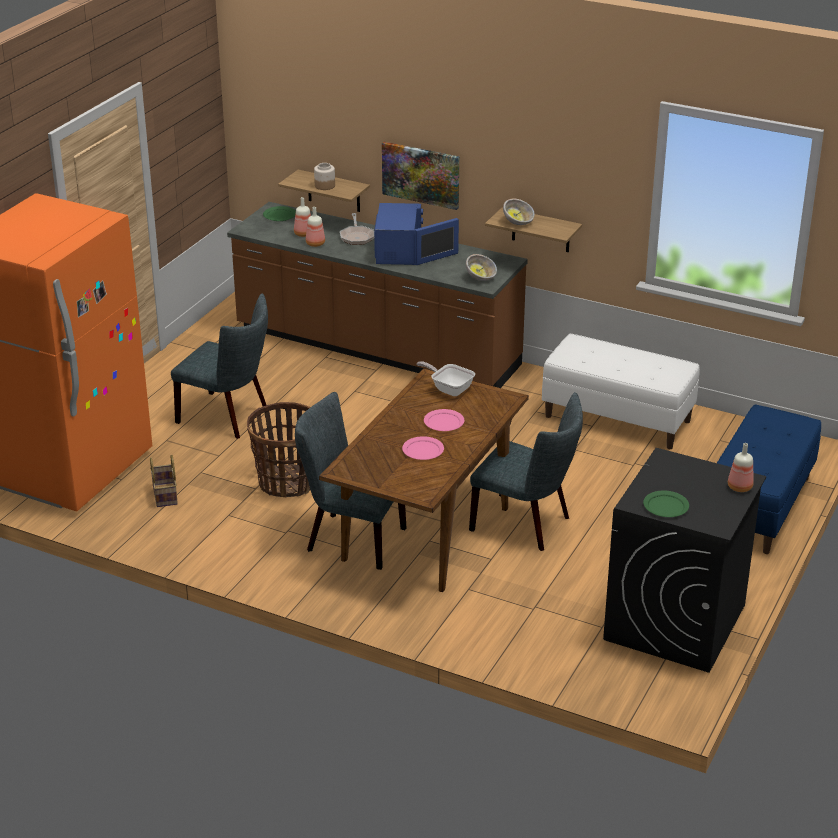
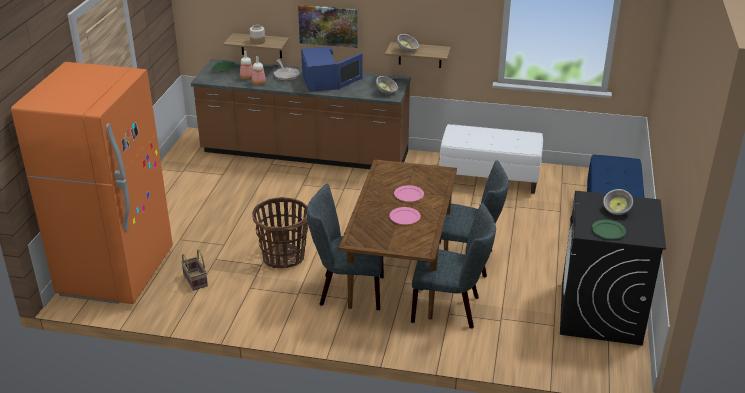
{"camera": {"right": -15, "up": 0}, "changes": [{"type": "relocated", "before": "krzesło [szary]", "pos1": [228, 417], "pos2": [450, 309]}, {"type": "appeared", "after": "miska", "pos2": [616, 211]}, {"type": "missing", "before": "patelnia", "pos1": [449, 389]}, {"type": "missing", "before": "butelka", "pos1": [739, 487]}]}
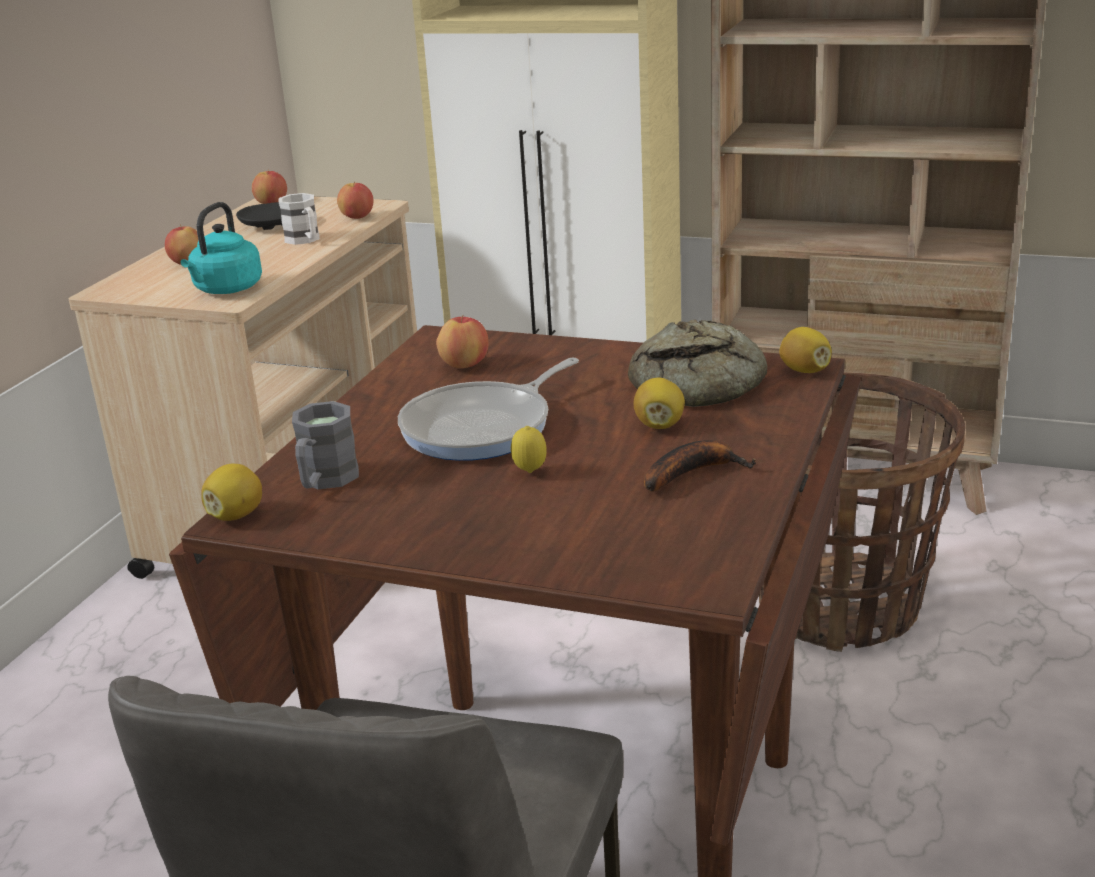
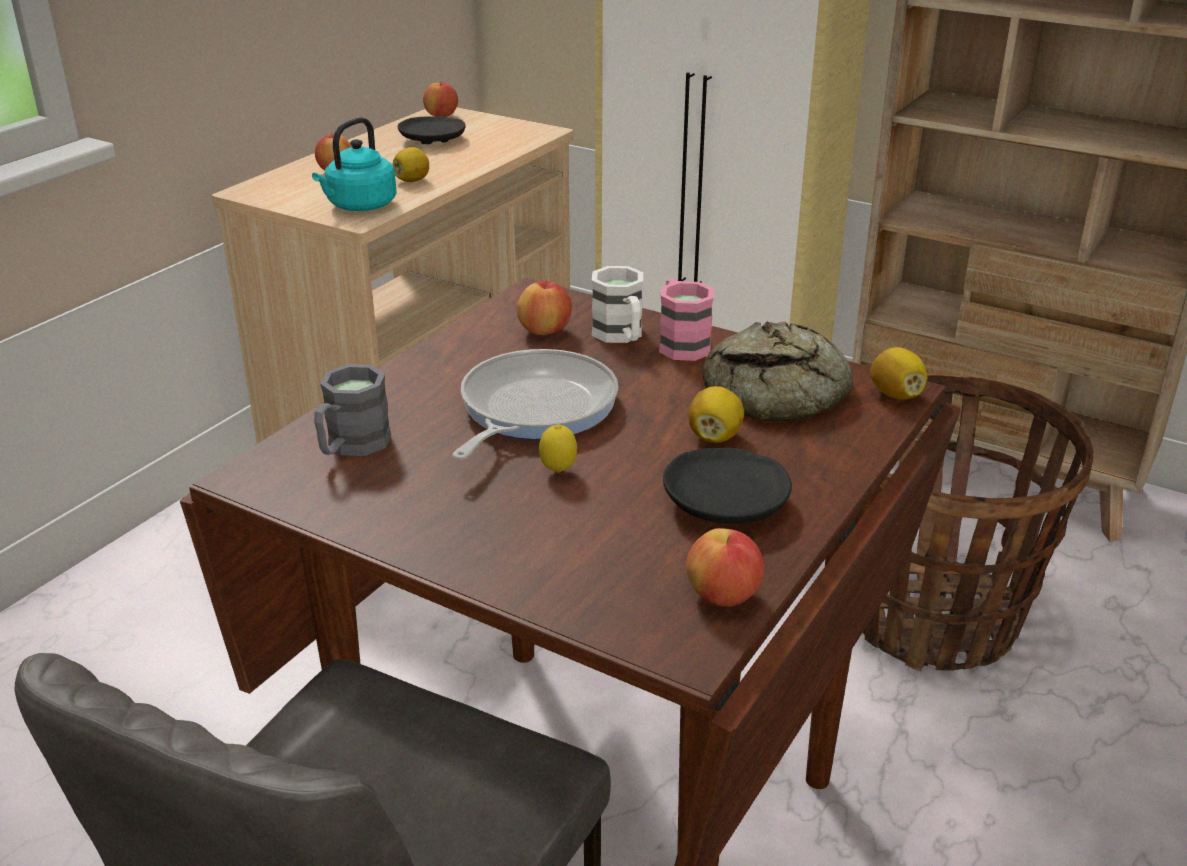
{"camera": {"right": 10, "up": 5}, "changes": [{"type": "relocated", "before": "cytryna", "pos1": [236, 515], "pos2": [412, 180]}, {"type": "spun", "before": "patelnia", "pos1": [483, 427], "pos2": [533, 409], "turn": 150}, {"type": "relocated", "before": "kubek [biały]", "pos1": [305, 240], "pos2": [621, 336]}, {"type": "appeared", "after": "kubek [różowy]", "pos2": [680, 342]}, {"type": "exchanged", "before": "banan", "after": "talerz [czarny]", "pos1": [692, 473], "pos2": [726, 502]}, {"type": "relocated", "before": "jabłko", "pos1": [357, 217], "pos2": [723, 596]}]}
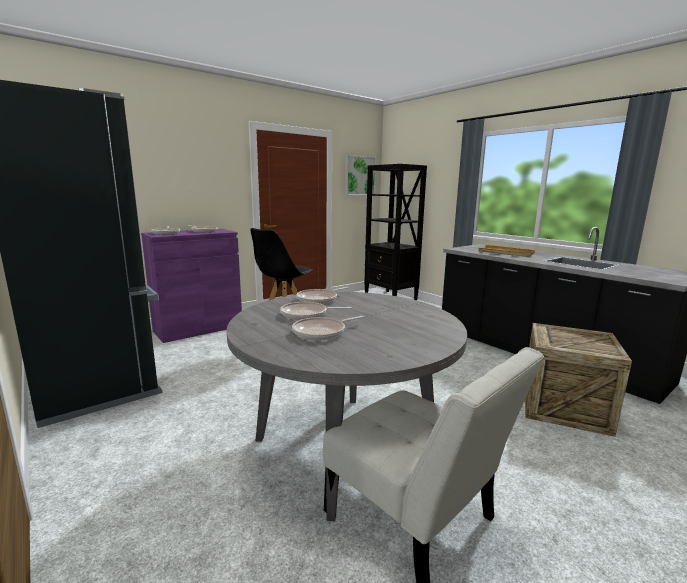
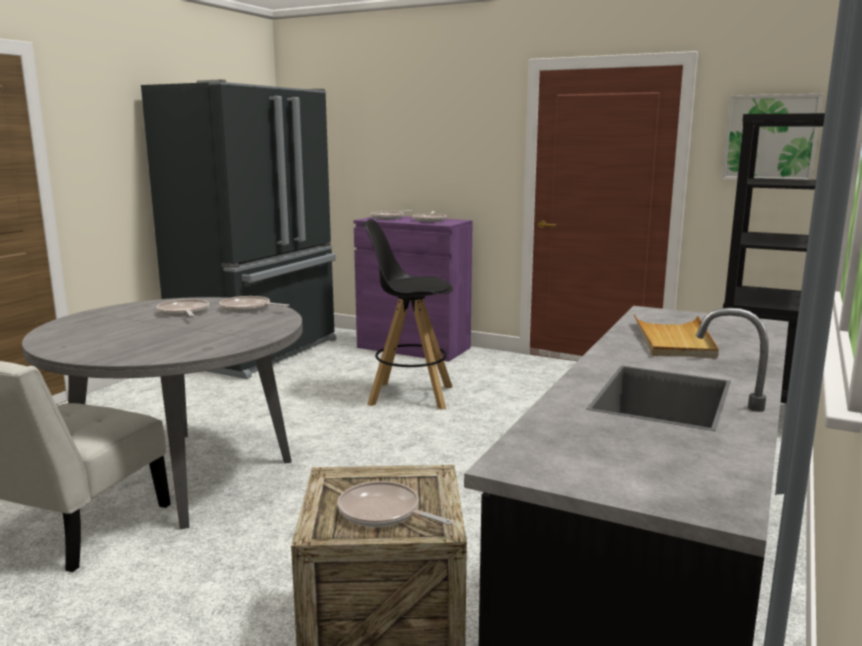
{"camera": {"right": 65, "up": 0}, "changes": [{"type": "relocated", "before": "patelnia", "pos1": [322, 332], "pos2": [383, 513]}]}
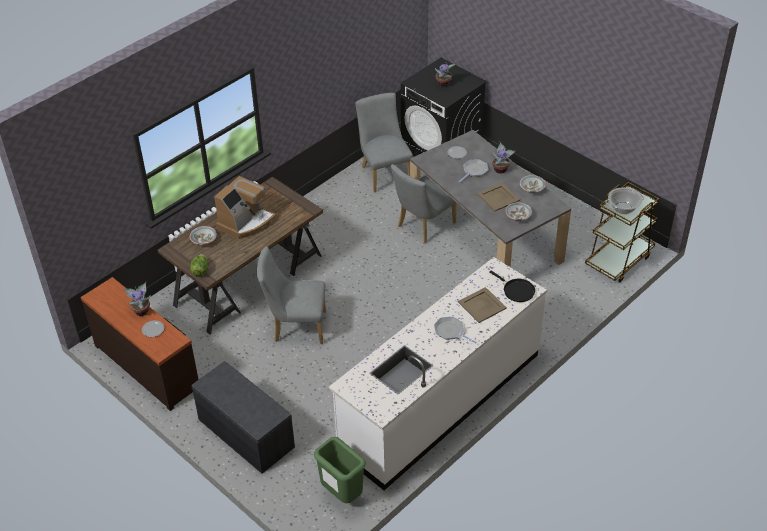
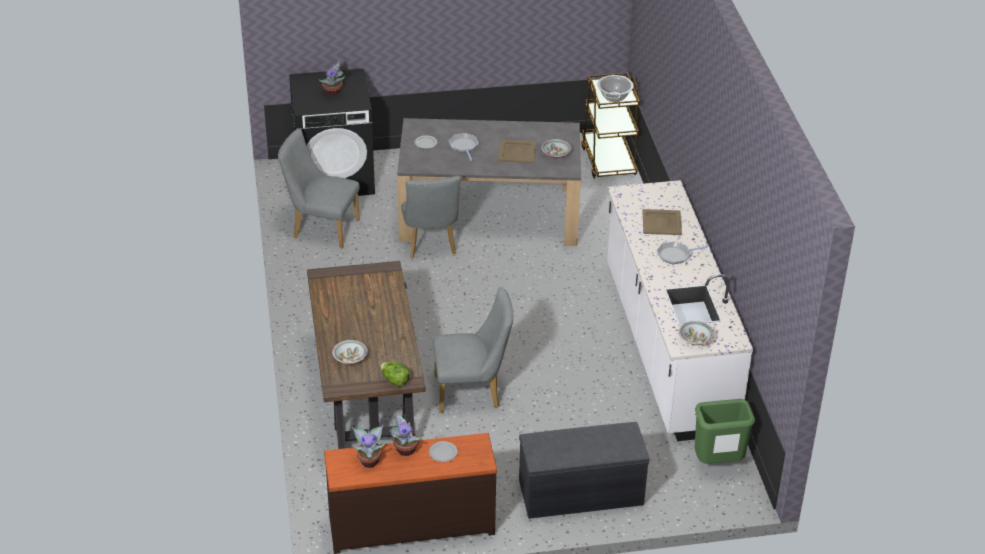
{"camera": {"right": -55, "up": -5}, "changes": [{"type": "relocated", "before": "roślina doniczkowa", "pos1": [501, 169], "pos2": [369, 460]}, {"type": "spun", "before": "krzesło [szary]", "pos1": [295, 327], "pos2": [472, 392], "turn": -135}, {"type": "relocated", "before": "miska", "pos1": [532, 189], "pos2": [695, 339]}, {"type": "missing", "before": "ekspres do kawy", "pos1": [246, 222]}, {"type": "missing", "before": "patelnia [czarny]", "pos1": [516, 290]}]}
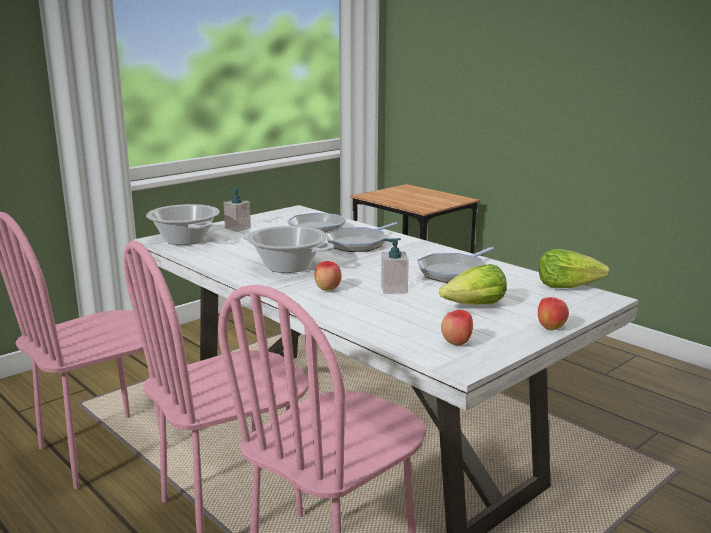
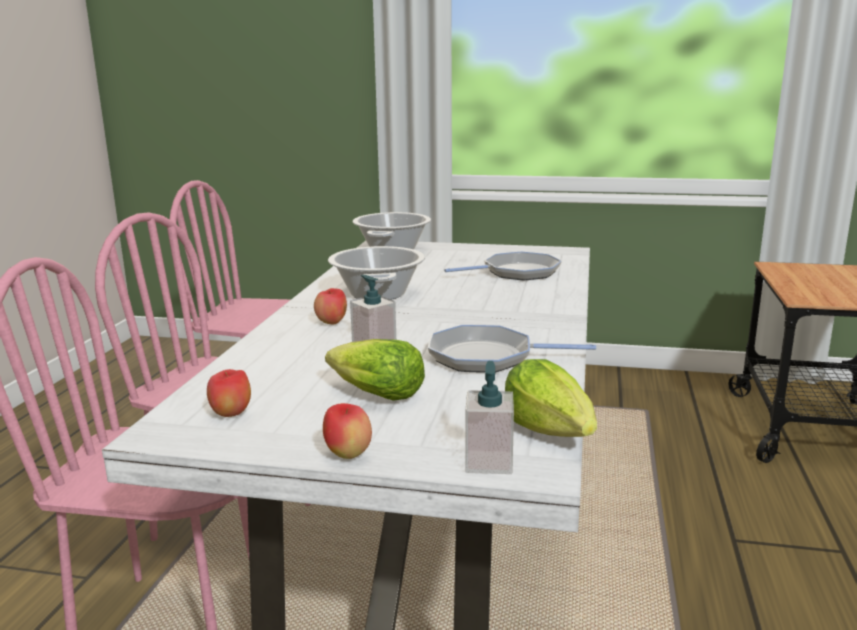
{"camera": {"right": 55, "up": 0}, "changes": [{"type": "relocated", "before": "dozownik mydła", "pos1": [237, 228], "pos2": [489, 462]}, {"type": "missing", "before": "patelnia", "pos1": [359, 243]}]}
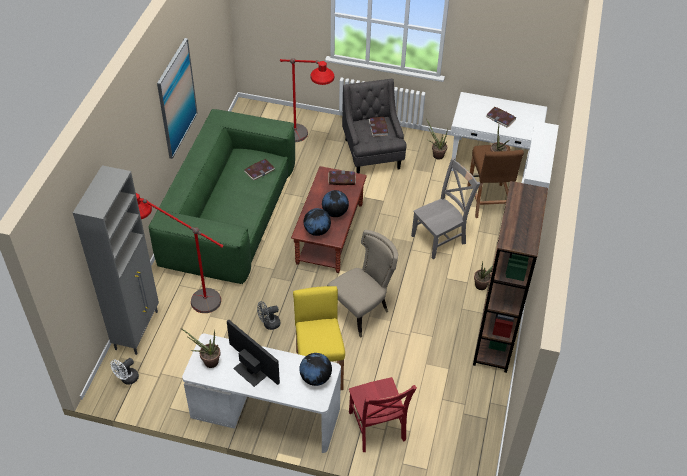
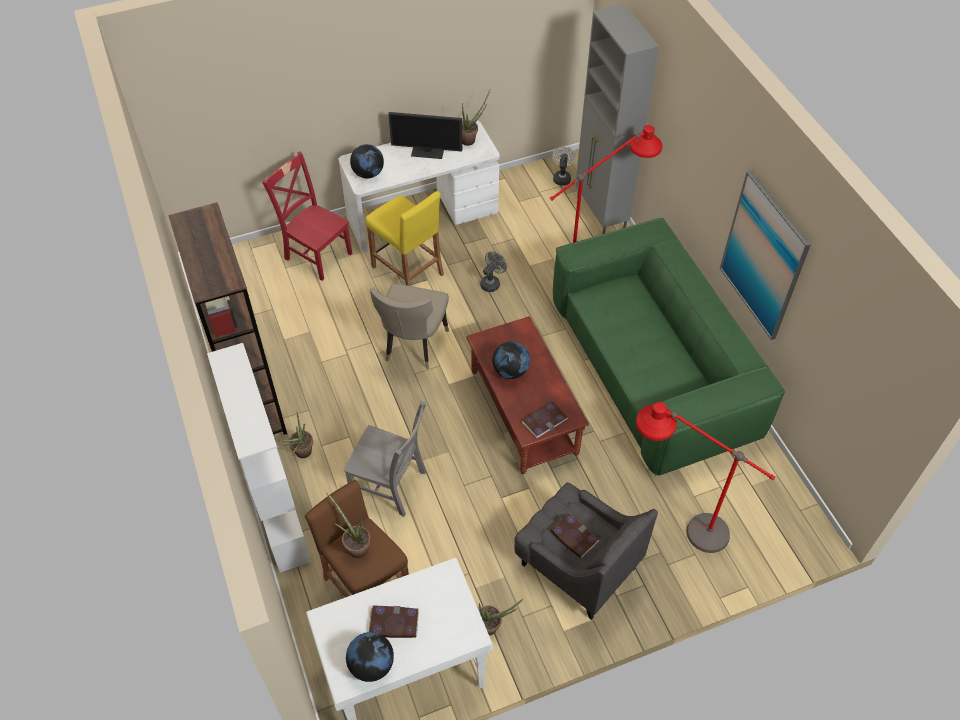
{"camera": {"right": 145, "up": 5}, "changes": [{"type": "spun", "before": "krzesło [szary]", "pos1": [440, 238], "pos2": [391, 485], "turn": -90}, {"type": "relocated", "before": "globus", "pos1": [317, 231], "pos2": [372, 665]}, {"type": "missing", "before": "książka", "pos1": [259, 170]}]}
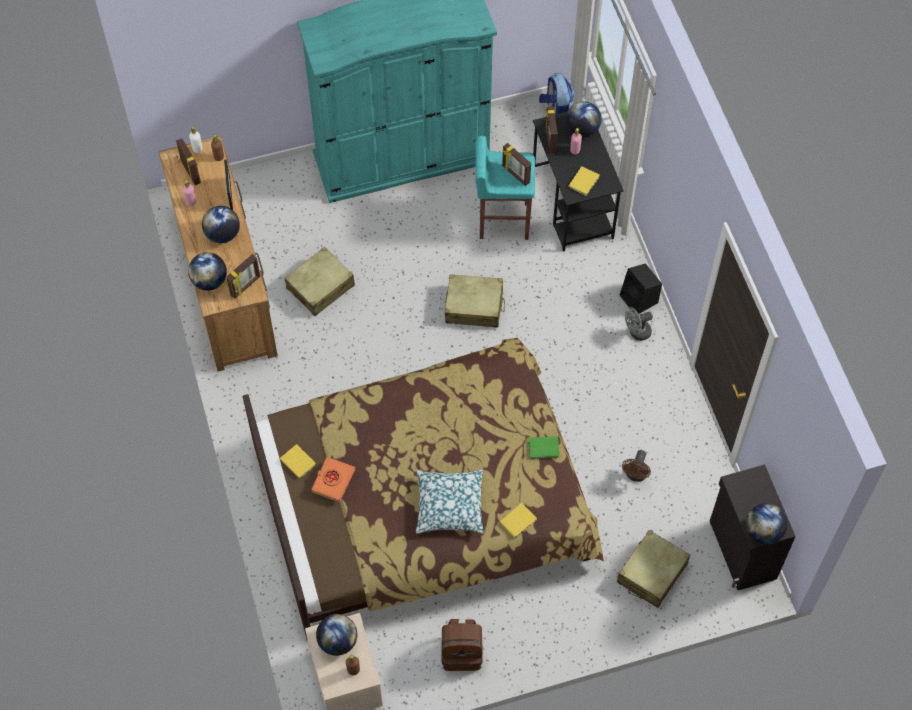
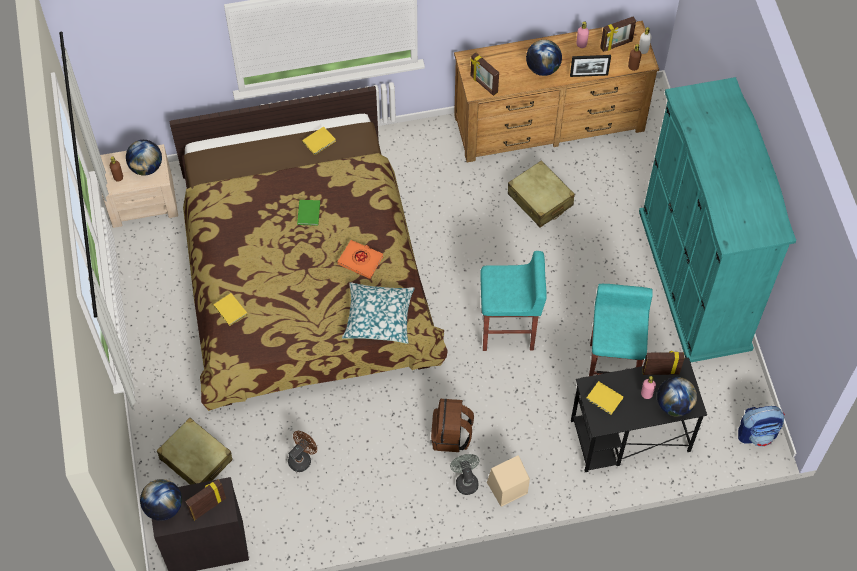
{"camera": {"right": 95, "up": 0}, "changes": [{"type": "relocated", "before": "ramka na zdjęcie", "pos1": [515, 175], "pos2": [208, 506]}, {"type": "spun", "before": "wentylator [brązowy]", "pos1": [635, 475], "pos2": [302, 458], "turn": 105}, {"type": "relocated", "before": "książka [zielony]", "pos1": [544, 448], "pos2": [308, 214]}, {"type": "relocated", "before": "książka [pomarańczowy]", "pos1": [333, 480], "pos2": [360, 260]}, {"type": "relocated", "before": "poduszka", "pos1": [449, 505], "pos2": [378, 317]}, {"type": "relocated", "before": "plecak [brązowy]", "pos1": [462, 652], "pos2": [451, 435]}, {"type": "exchanged", "before": "walizka [beżowy]", "after": "stołek [turkusowy]", "pos1": [474, 306], "pos2": [508, 331]}, {"type": "colour", "before": "głośnik [czarny]", "after": "głośnik [beżowy]", "pos1": [639, 299], "pos2": [506, 488]}, {"type": "missing", "before": "globus", "pos1": [210, 281]}]}
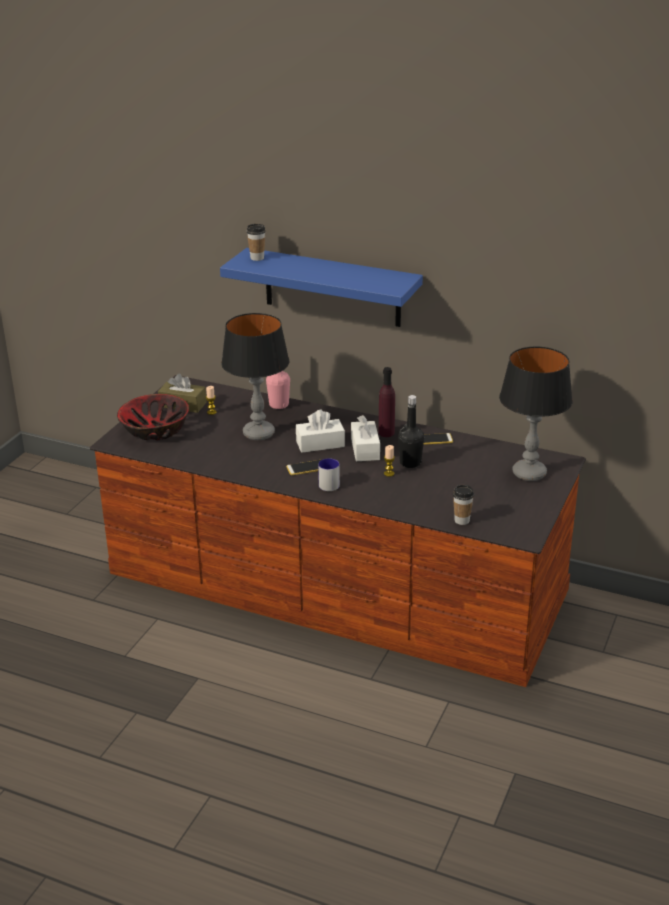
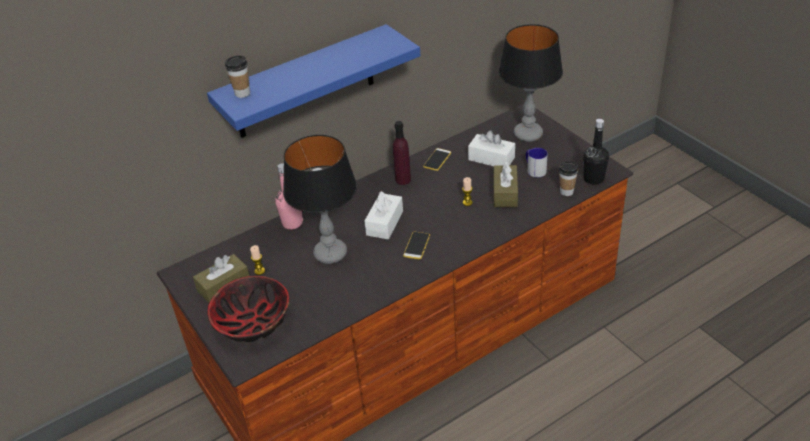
{"camera": {"right": -55, "up": 10}, "changes": [{"type": "relocated", "before": "pudełko chusteczek [biały]", "pos1": [365, 449], "pos2": [491, 158]}, {"type": "appeared", "after": "pudełko chusteczek [brązowy]", "pos2": [505, 193]}, {"type": "relocated", "before": "kubek", "pos1": [331, 483], "pos2": [534, 169]}, {"type": "relocated", "before": "butelka [czarny]", "pos1": [410, 463], "pos2": [593, 179]}]}
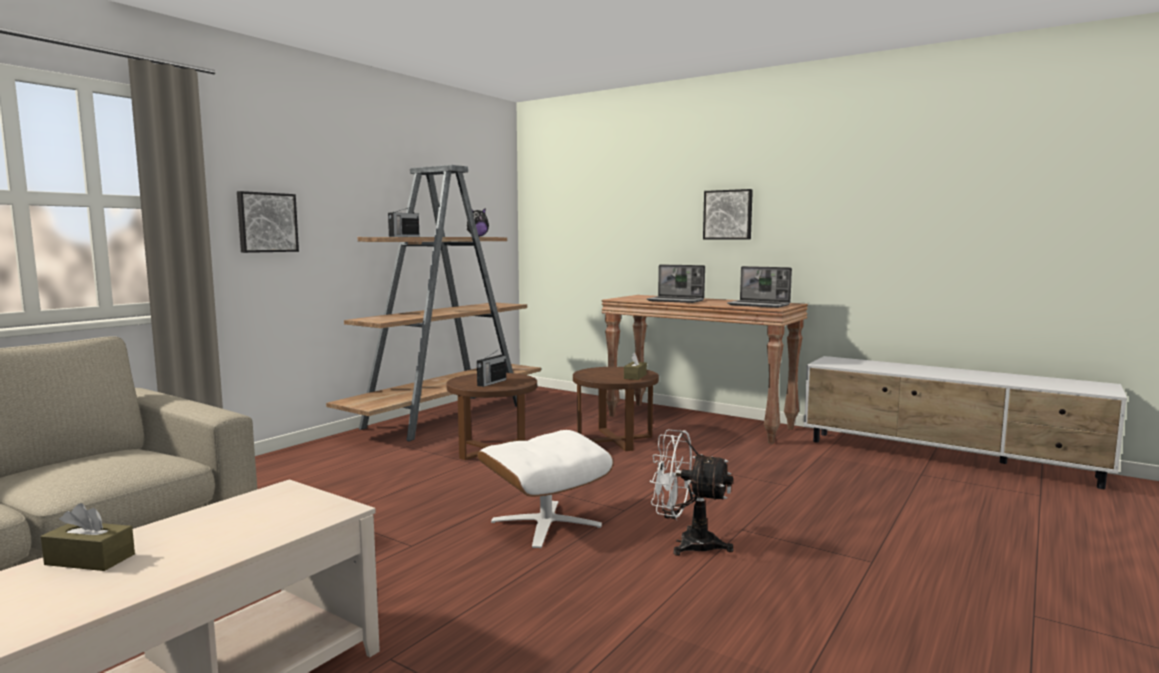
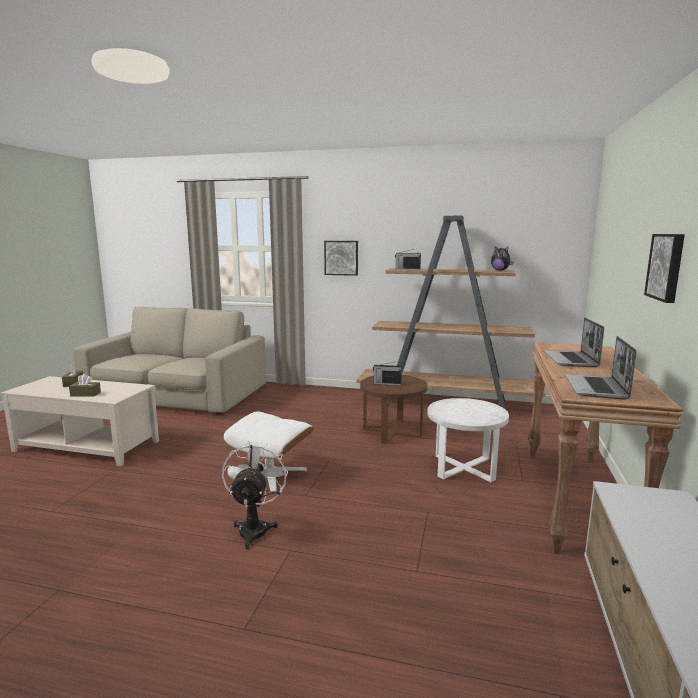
{"camera": {"right": 70, "up": 5}, "changes": [{"type": "relocated", "before": "pudełko chusteczek [brązowy]", "pos1": [635, 376], "pos2": [85, 394]}, {"type": "colour", "before": "stolik [brązowy]", "after": "stolik [biały]", "pos1": [615, 439], "pos2": [464, 467]}]}
